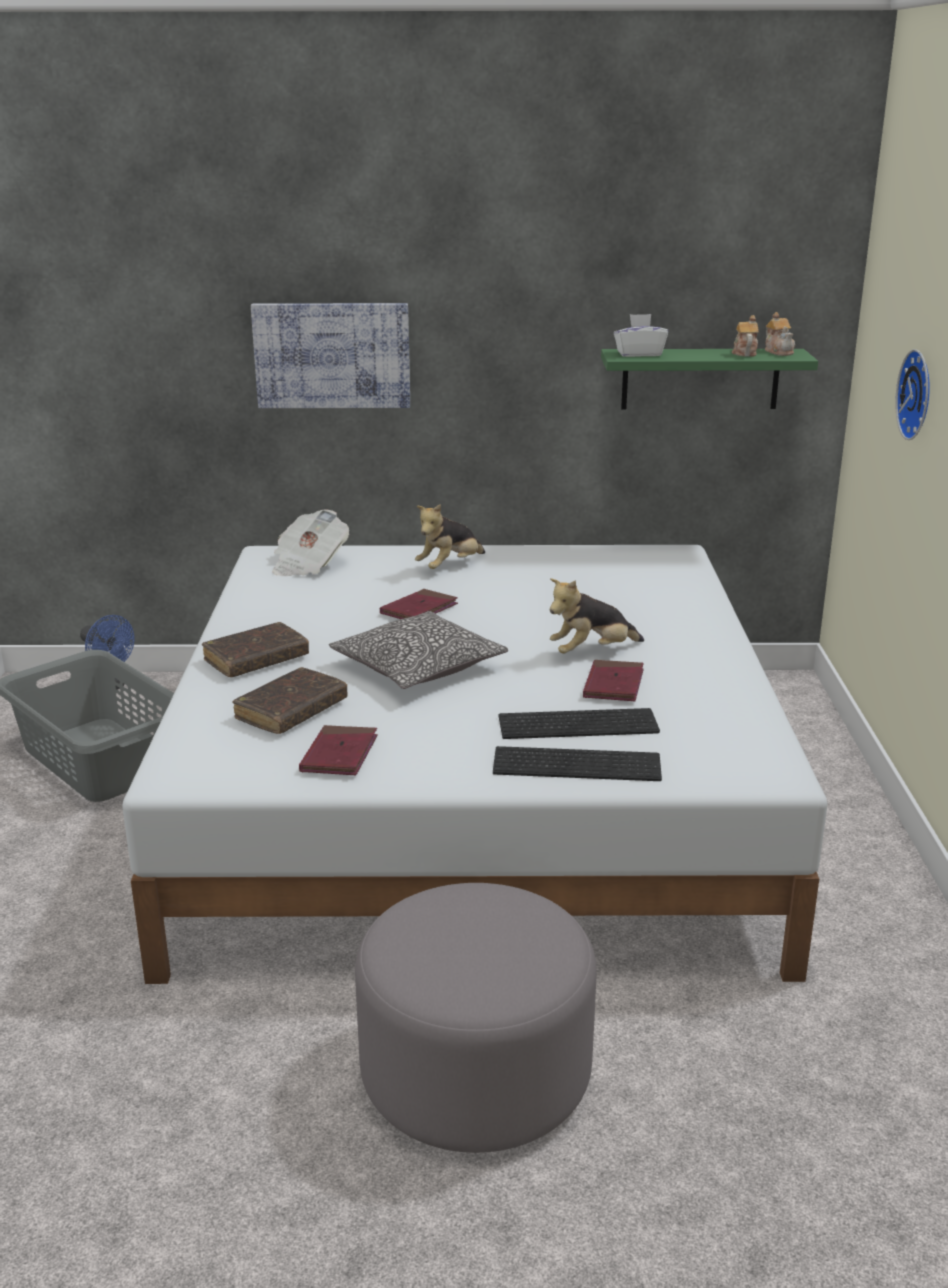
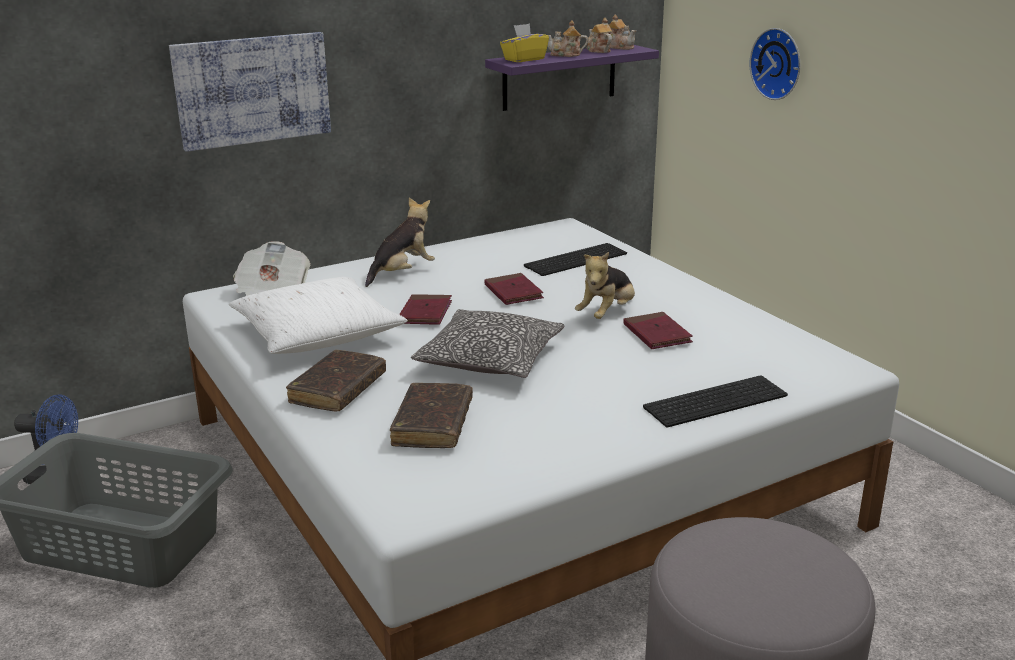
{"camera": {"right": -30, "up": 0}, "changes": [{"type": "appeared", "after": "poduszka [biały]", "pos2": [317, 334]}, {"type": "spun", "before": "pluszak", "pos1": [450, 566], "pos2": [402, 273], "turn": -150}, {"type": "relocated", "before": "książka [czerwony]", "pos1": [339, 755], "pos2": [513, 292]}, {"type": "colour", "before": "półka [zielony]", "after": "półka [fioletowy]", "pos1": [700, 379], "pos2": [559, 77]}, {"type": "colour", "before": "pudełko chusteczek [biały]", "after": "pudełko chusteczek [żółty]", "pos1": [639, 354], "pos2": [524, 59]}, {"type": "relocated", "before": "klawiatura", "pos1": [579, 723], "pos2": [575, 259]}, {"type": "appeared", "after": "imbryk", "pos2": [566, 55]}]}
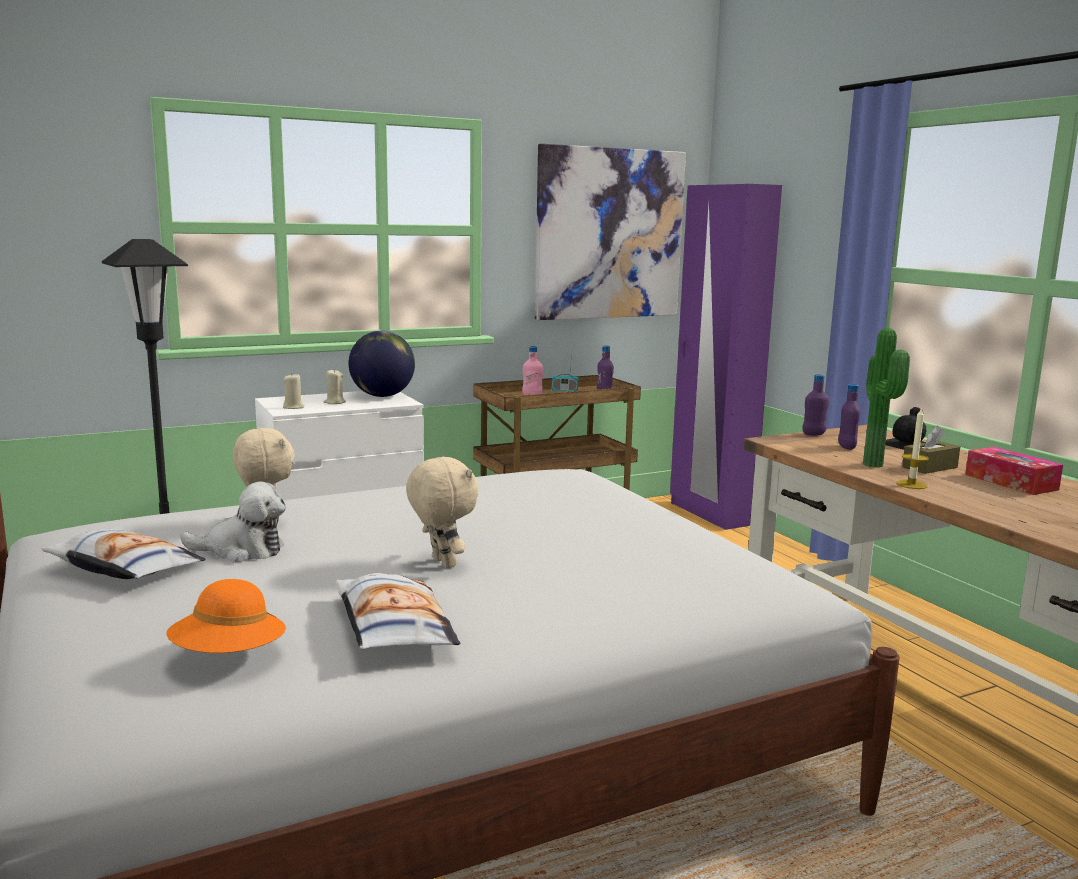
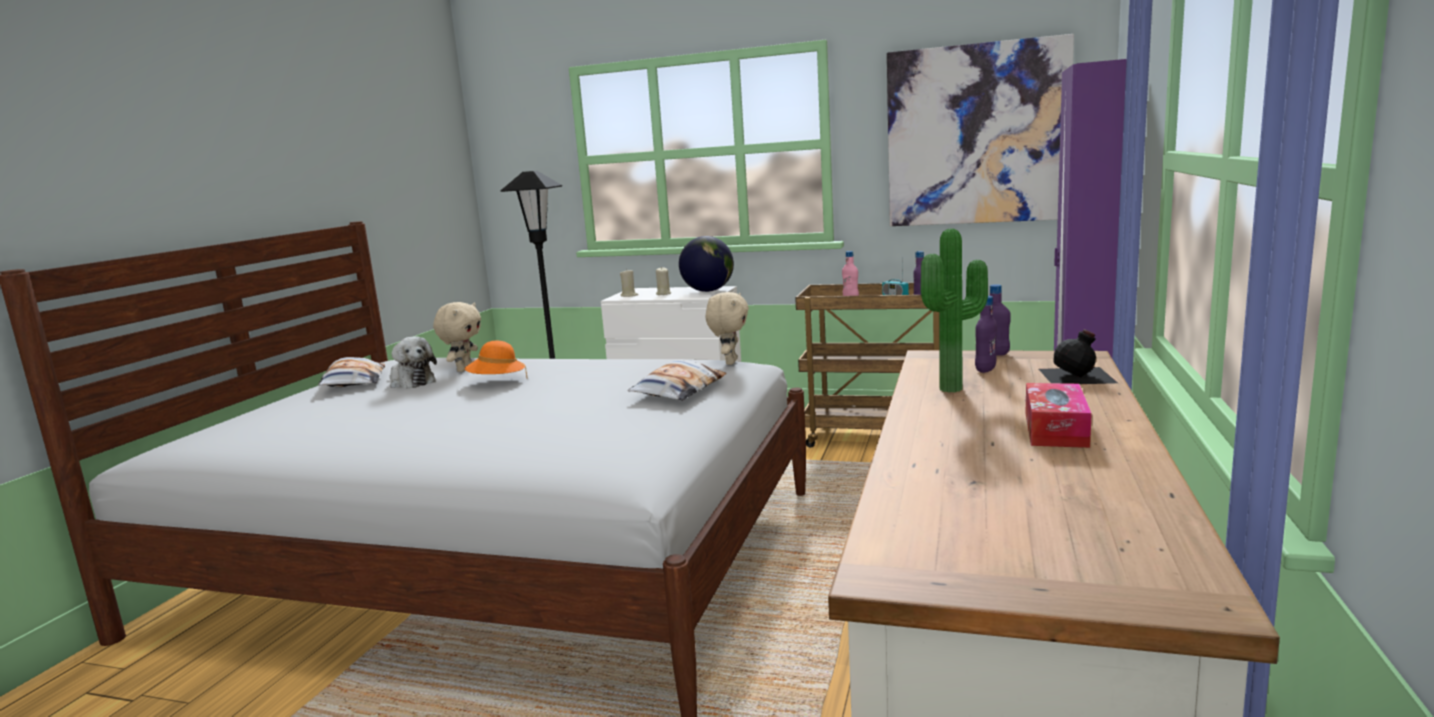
{"camera": {"right": 45, "up": 0}, "changes": [{"type": "relocated", "before": "kapelusz [pomarańczowy]", "pos1": [229, 656], "pos2": [497, 381]}, {"type": "relocated", "before": "poduszka", "pos1": [392, 625], "pos2": [679, 390]}, {"type": "relocated", "before": "pluszak [beżowy]", "pos1": [441, 563], "pos2": [730, 362]}, {"type": "missing", "before": "świeca", "pos1": [911, 484]}, {"type": "missing", "before": "pudełko chusteczek [brązowy]", "pos1": [929, 467]}]}
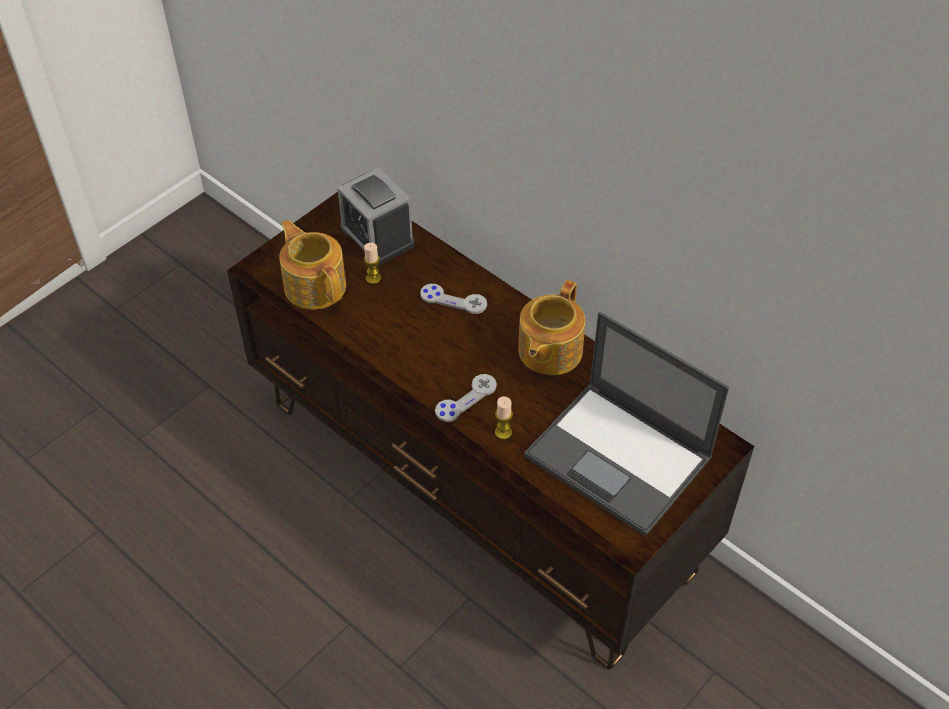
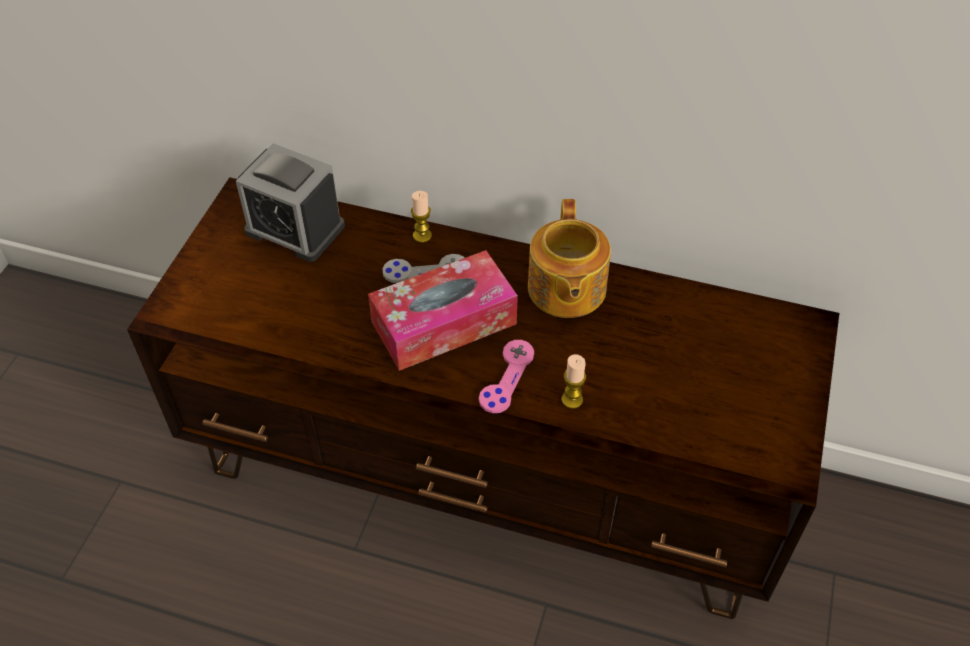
{"camera": {"right": -25, "up": 0}, "changes": [{"type": "appeared", "after": "pudełko chusteczek", "pos2": [444, 323]}, {"type": "relocated", "before": "świeca", "pos1": [373, 278], "pos2": [422, 235]}, {"type": "colour", "before": "pad do gier [szary]", "after": "pad do gier [różowy]", "pos1": [466, 399], "pos2": [506, 377]}, {"type": "missing", "before": "imbryk", "pos1": [315, 285]}, {"type": "missing", "before": "laptop", "pos1": [620, 458]}]}
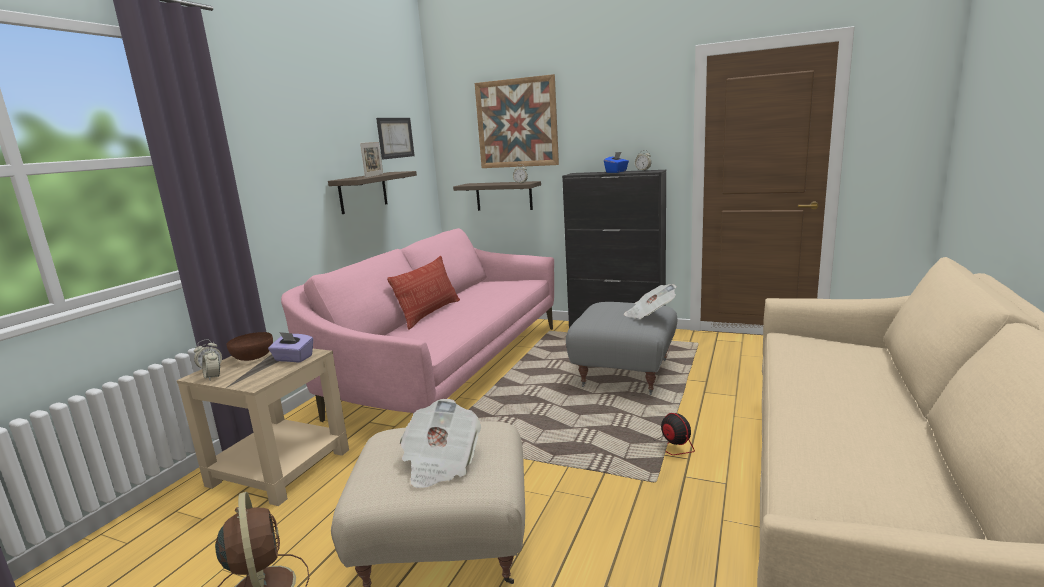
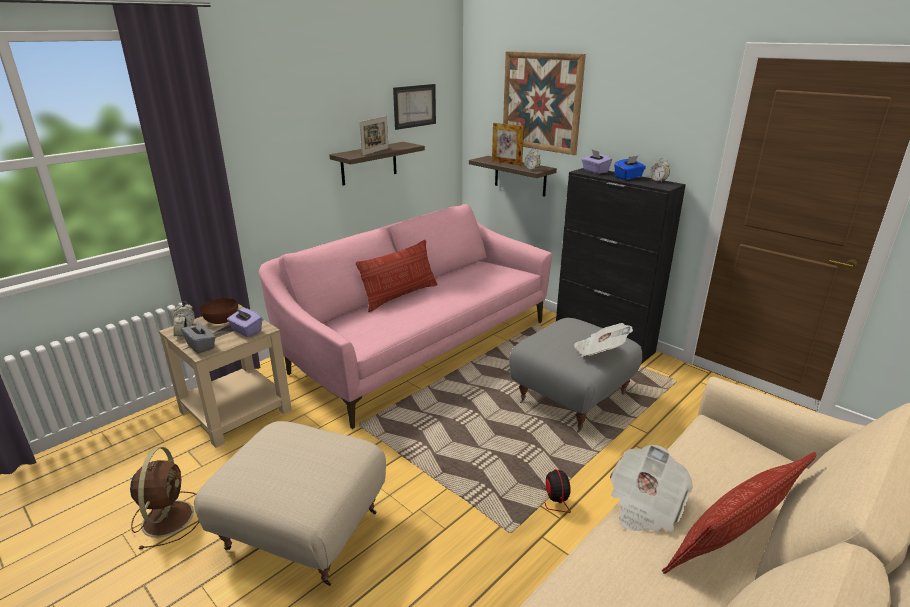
{"camera": {"right": 20, "up": 10}, "changes": [{"type": "appeared", "after": "pudełko chusteczek [szary]", "pos2": [201, 346]}, {"type": "appeared", "after": "ramka na zdjęcie", "pos2": [506, 163]}, {"type": "appeared", "after": "pudełko chusteczek [fioletowy]", "pos2": [595, 171]}, {"type": "relocated", "before": "gazeta", "pos1": [440, 463], "pos2": [644, 505]}, {"type": "appeared", "after": "poduszka", "pos2": [729, 543]}]}
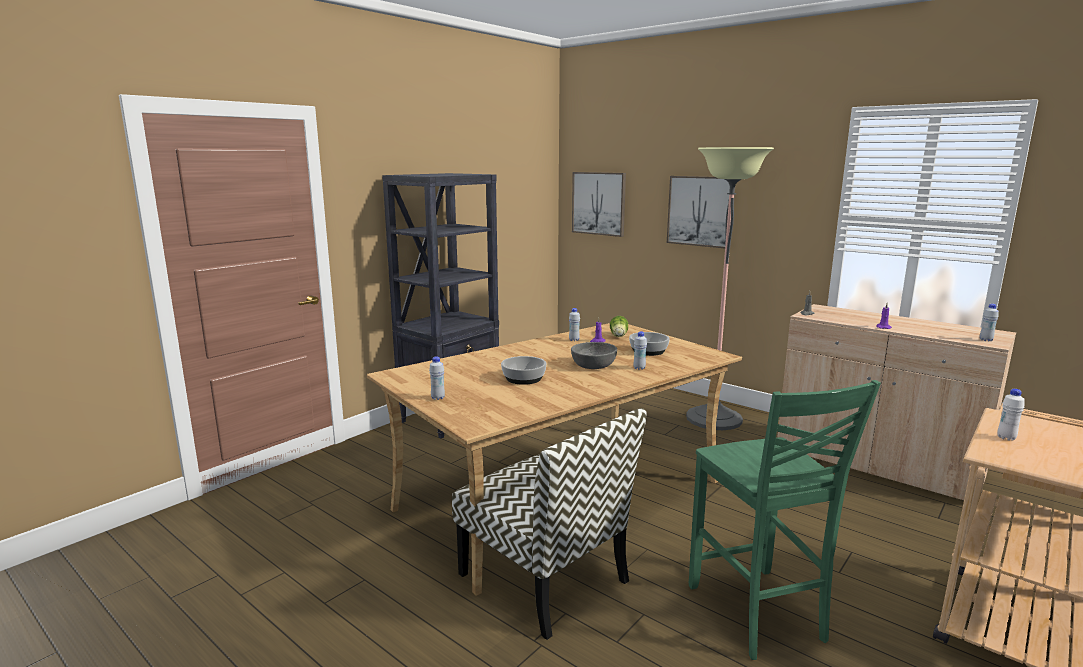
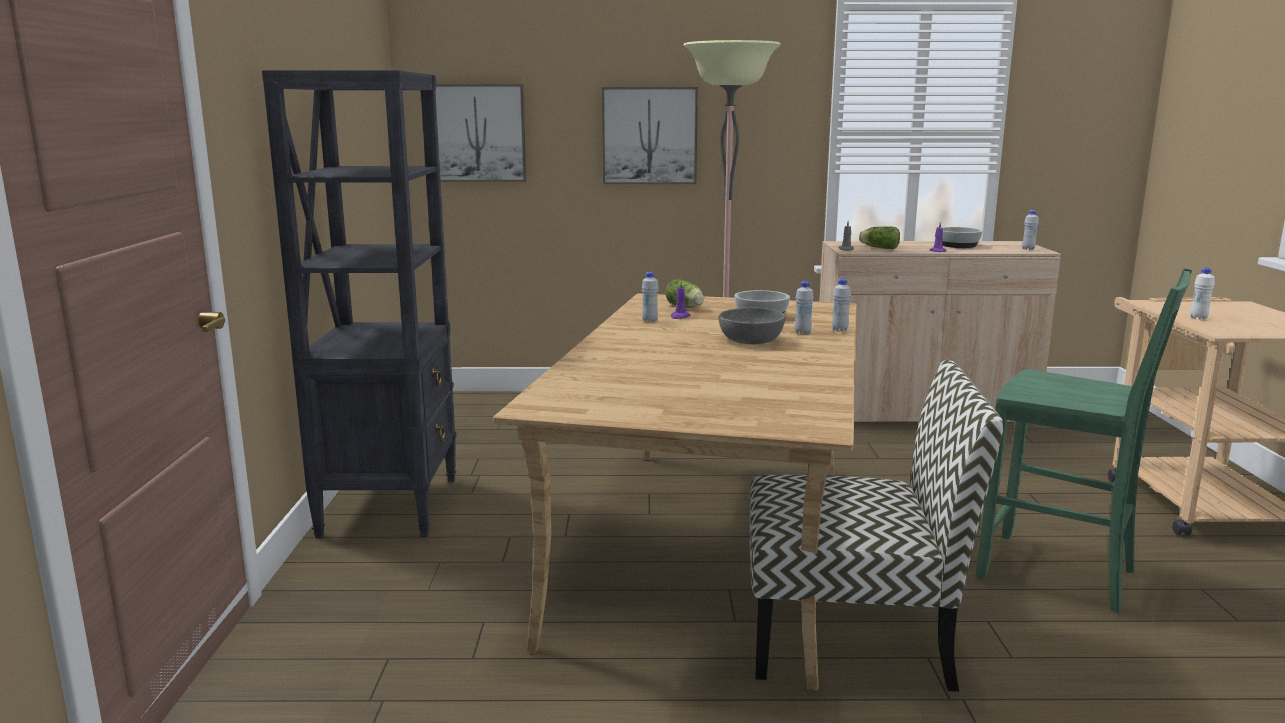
{"camera": {"right": -40, "up": 0}, "changes": [{"type": "relocated", "before": "butelka [biały]", "pos1": [438, 398], "pos2": [840, 329]}, {"type": "appeared", "after": "sałata", "pos2": [878, 248]}, {"type": "relocated", "before": "miska", "pos1": [523, 378], "pos2": [957, 245]}]}
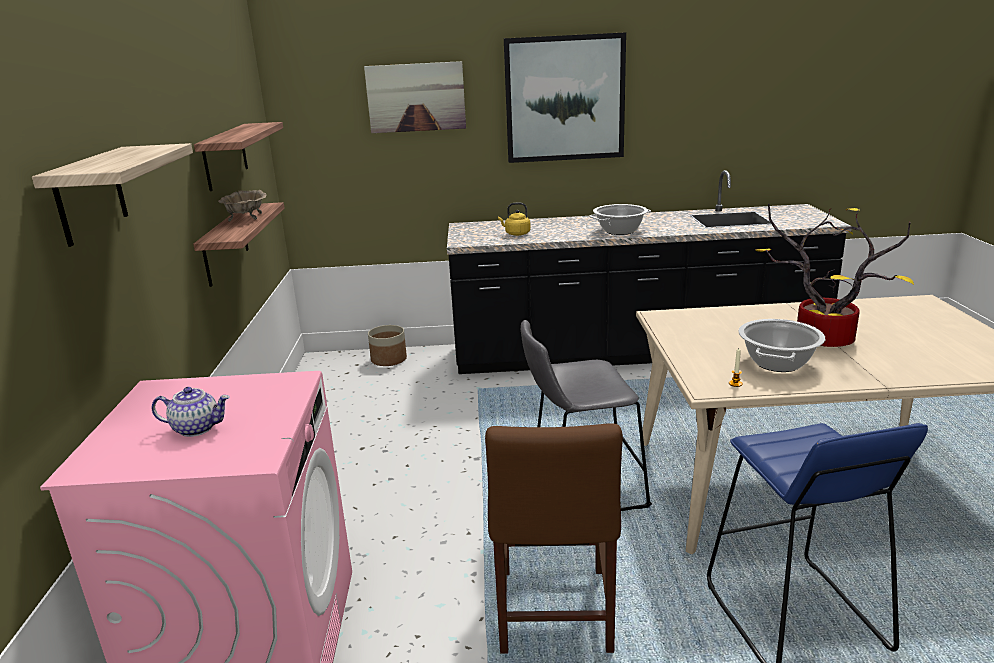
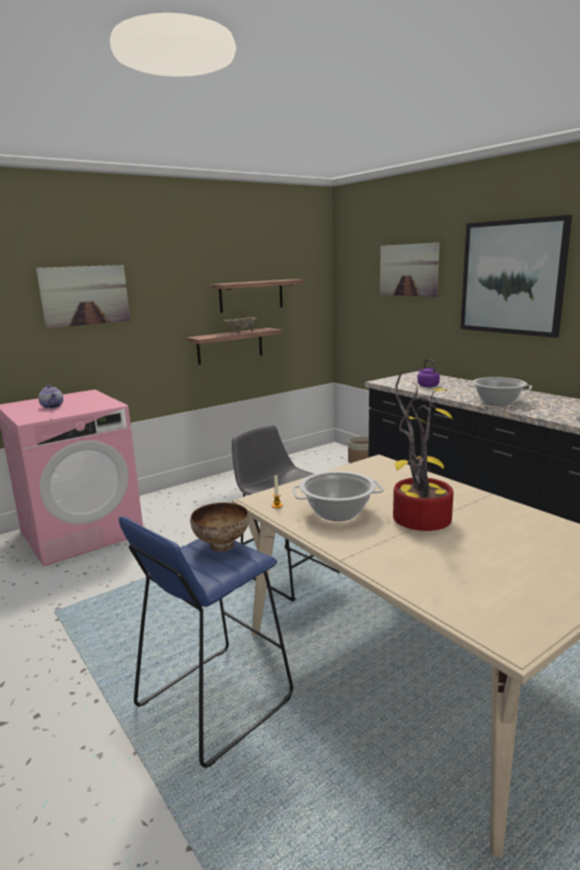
{"camera": {"right": 55, "up": -5}, "changes": [{"type": "exchanged", "before": "półka", "after": "obraz", "pos1": [90, 195], "pos2": [85, 295]}, {"type": "appeared", "after": "miska", "pos2": [221, 546]}, {"type": "colour", "before": "czajnik [żółty]", "after": "czajnik [fioletowy]", "pos1": [516, 234], "pos2": [427, 385]}, {"type": "missing", "before": "krzesło [brązowy]", "pos1": [553, 616]}]}
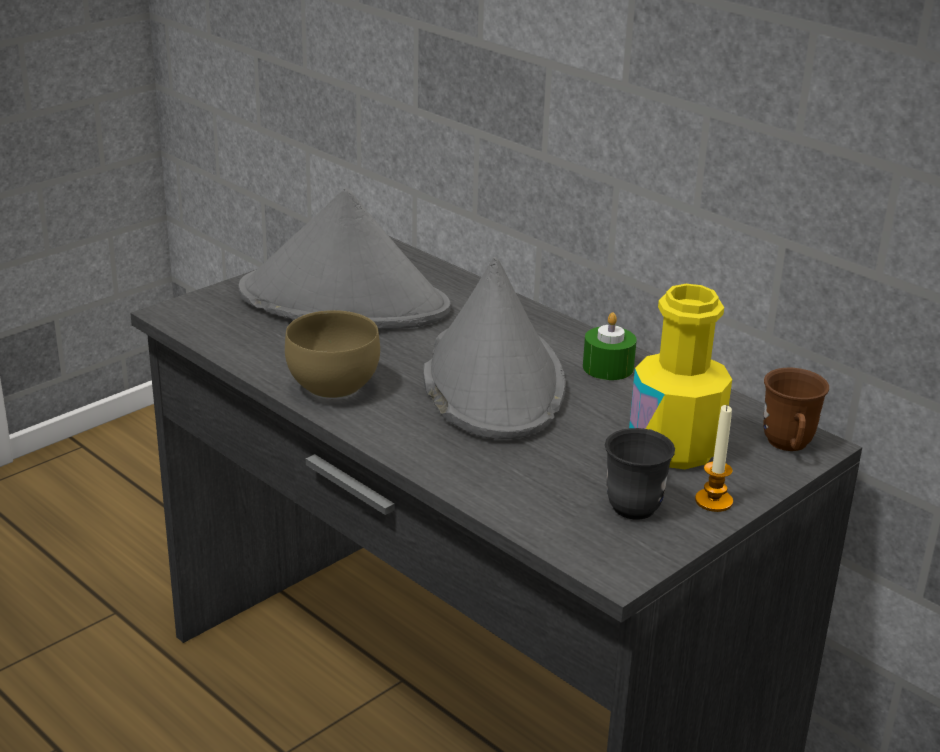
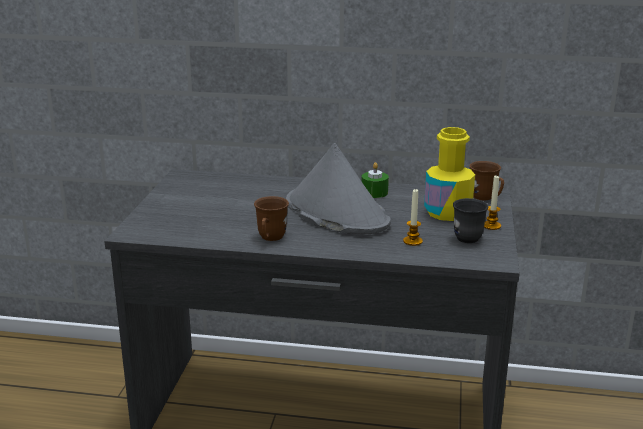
{"camera": {"right": -35, "up": -5}, "changes": [{"type": "exchanged", "before": "miska [brązowy]", "after": "kubek [brązowy]", "pos1": [332, 389], "pos2": [270, 239]}, {"type": "appeared", "after": "świeca", "pos2": [412, 241]}, {"type": "missing", "before": "kapelusz [szary]", "pos1": [345, 302]}]}
